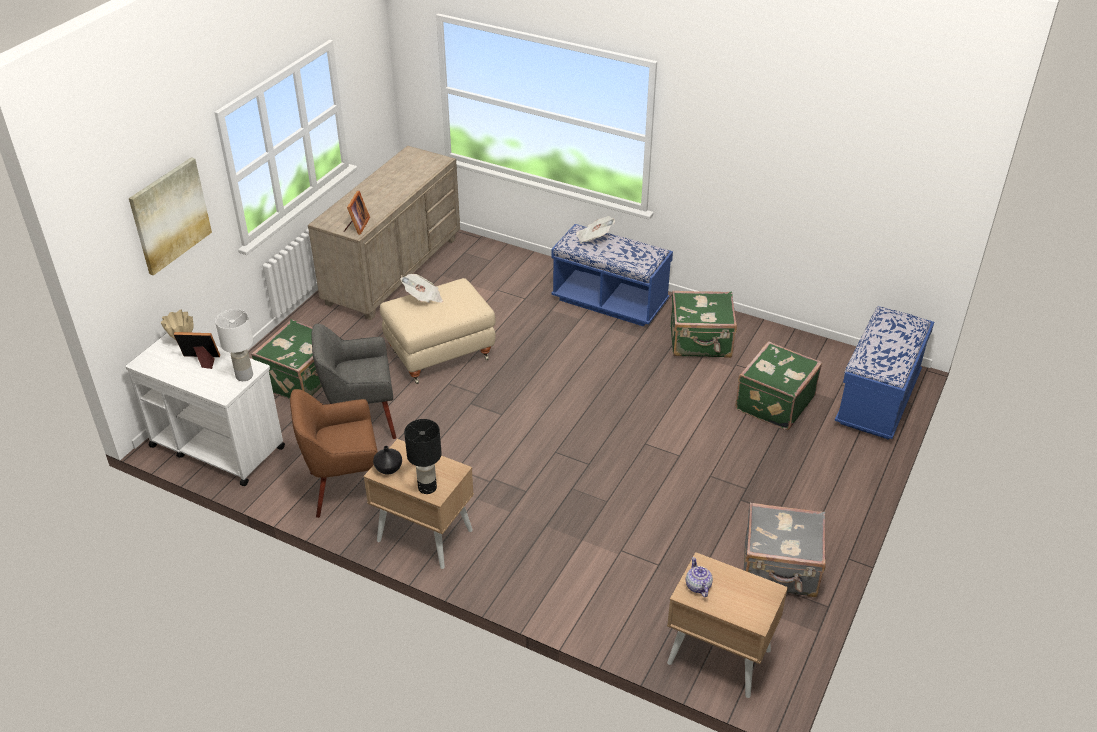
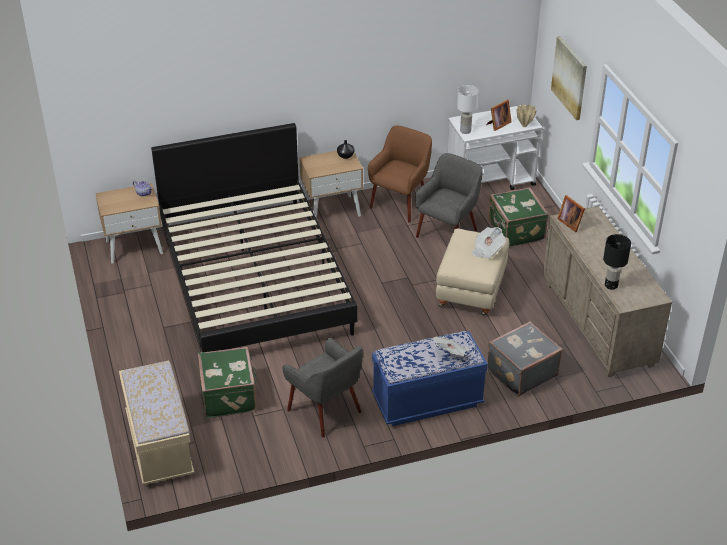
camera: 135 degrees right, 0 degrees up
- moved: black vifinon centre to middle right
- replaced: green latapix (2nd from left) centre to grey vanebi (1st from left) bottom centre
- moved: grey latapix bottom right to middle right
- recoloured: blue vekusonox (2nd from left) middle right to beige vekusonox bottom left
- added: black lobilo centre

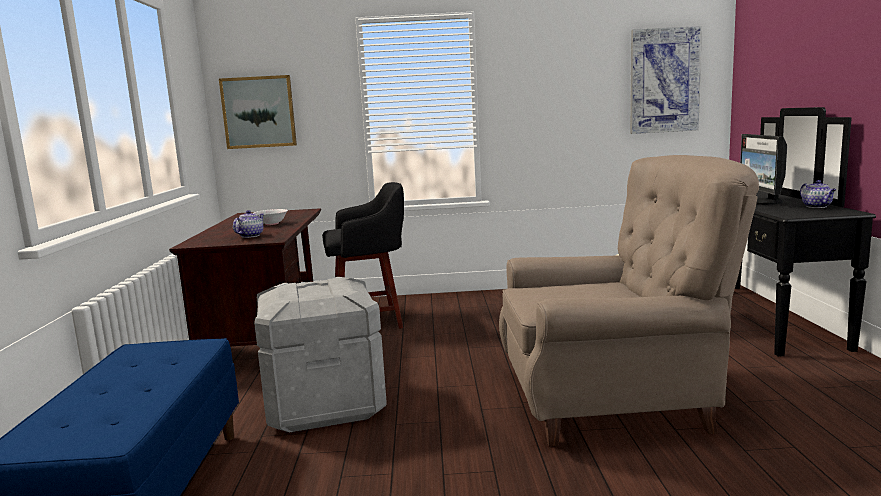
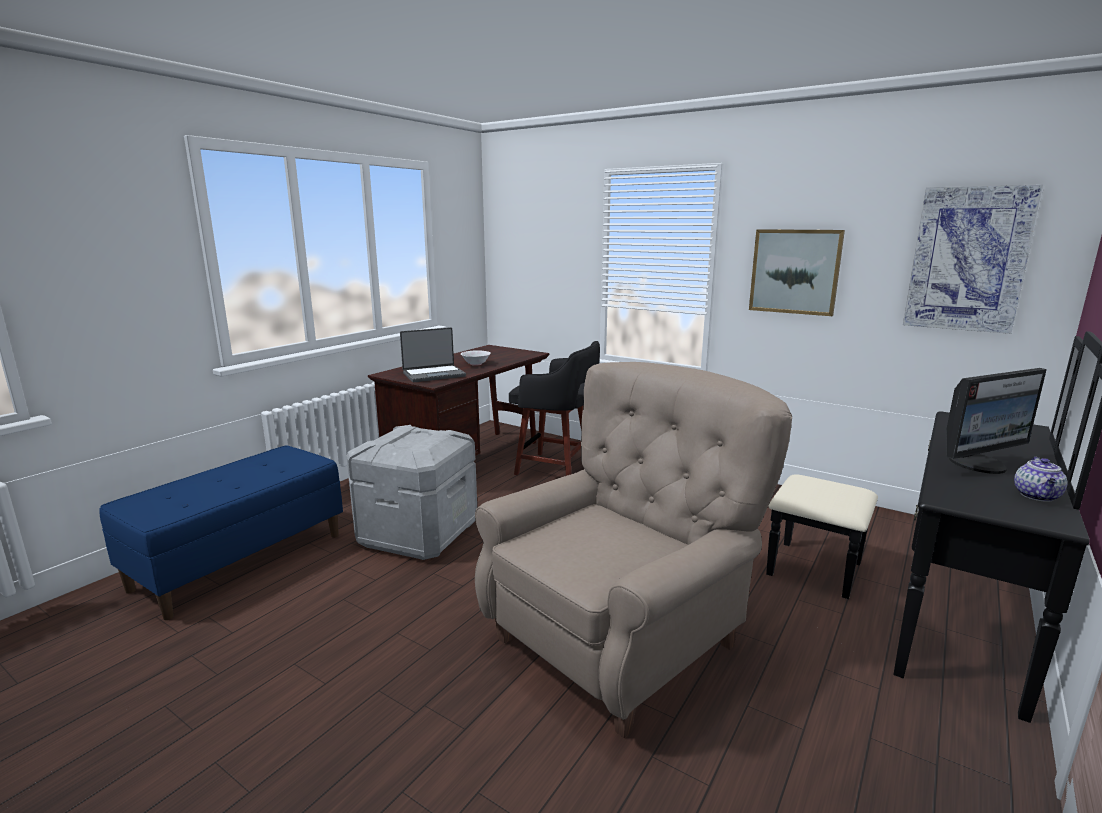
camera: 35 degrees right, 5 degrees up
- moved: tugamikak (1st from left) top left to middle right
- replaced: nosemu (1st from left) middle left to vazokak centre
- turned: beige vanebi middle right = bottom centre 75 degrees counterclockwise
- turned: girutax middle right = middle right 150 degrees counterclockwise

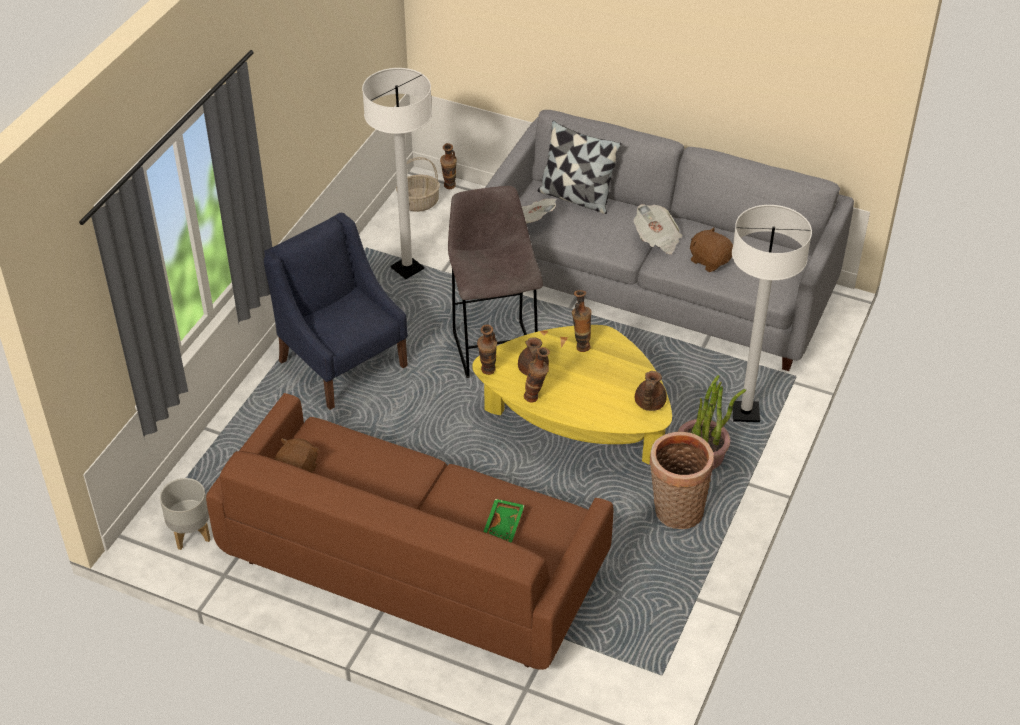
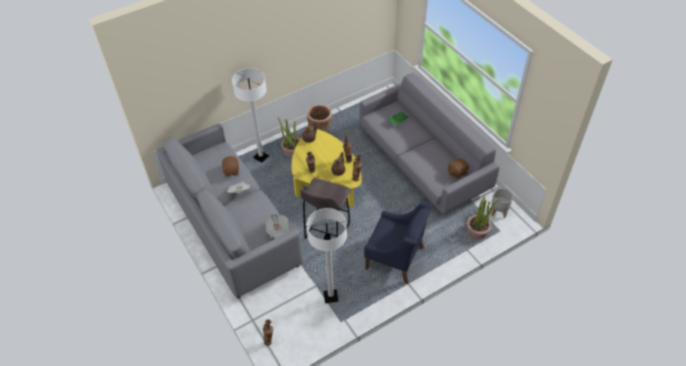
camera: 145 degrees left, 5 degrees up
- recoloured: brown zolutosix bottom centre to grey zolutosix (2nd from left) centre
- turned: blue vanebi middle left = centre 60 degrees counterclockwise
- removed: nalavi (1st from left) top centre
- removed: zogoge top centre
- added: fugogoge (2nd from left) middle right

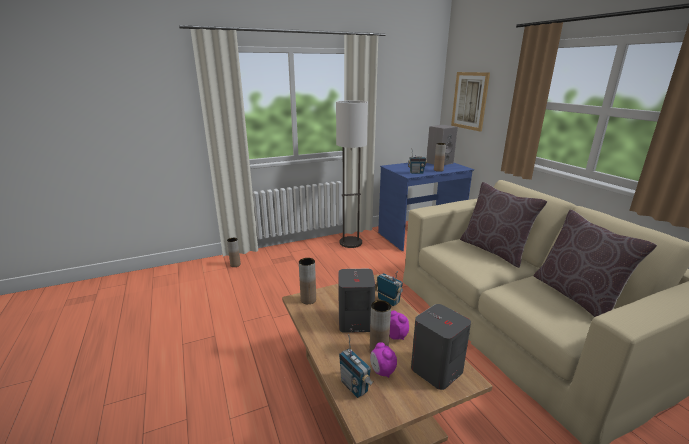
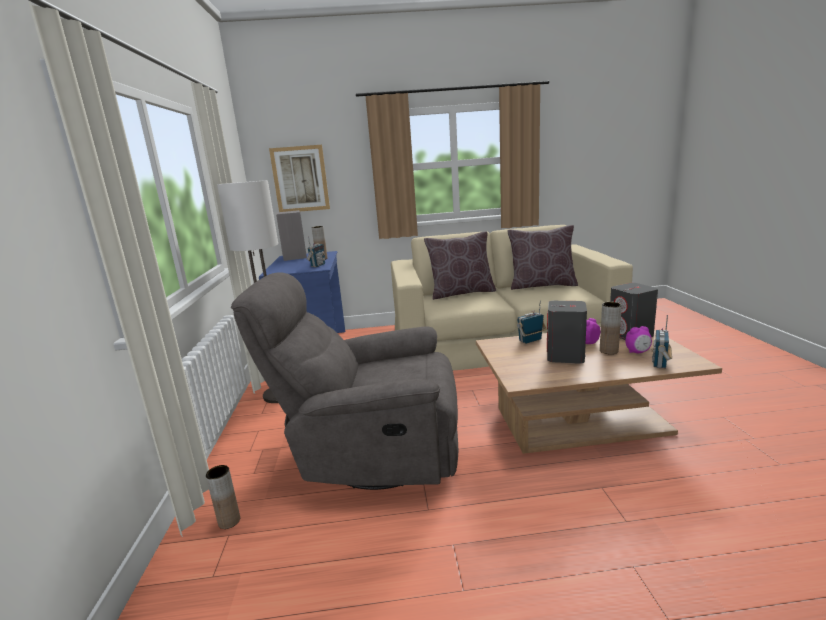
camera: 70 degrees left, 5 degrees down
- removed: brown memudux (2nd from left) centre
- turned: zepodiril (1st from left in the first image) bottom centre = middle right 135 degrees clockwise
- added: grey vanebi centre

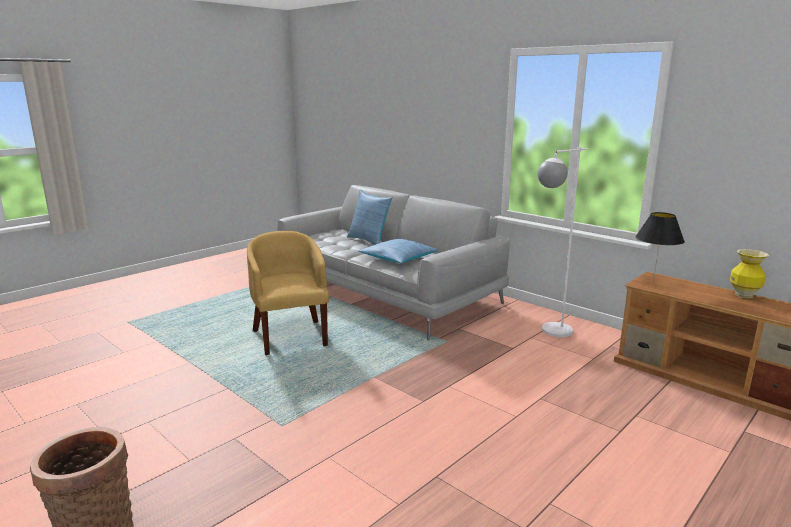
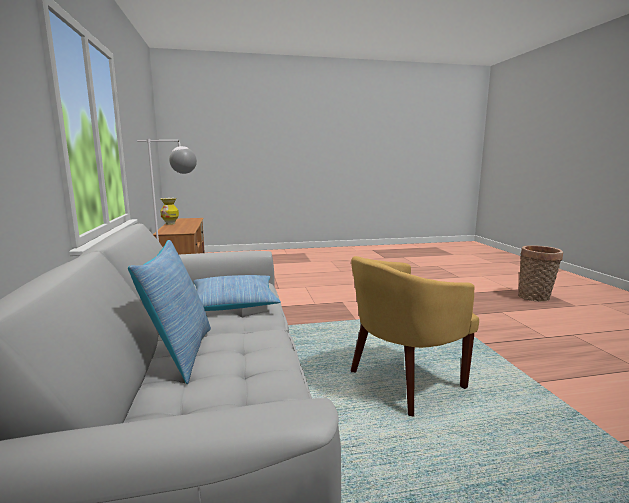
camera: 145 degrees left, 5 degrees down
- turned: yellow vanebi centre = bottom centre 45 degrees clockwise
- removed: black vifinon middle right

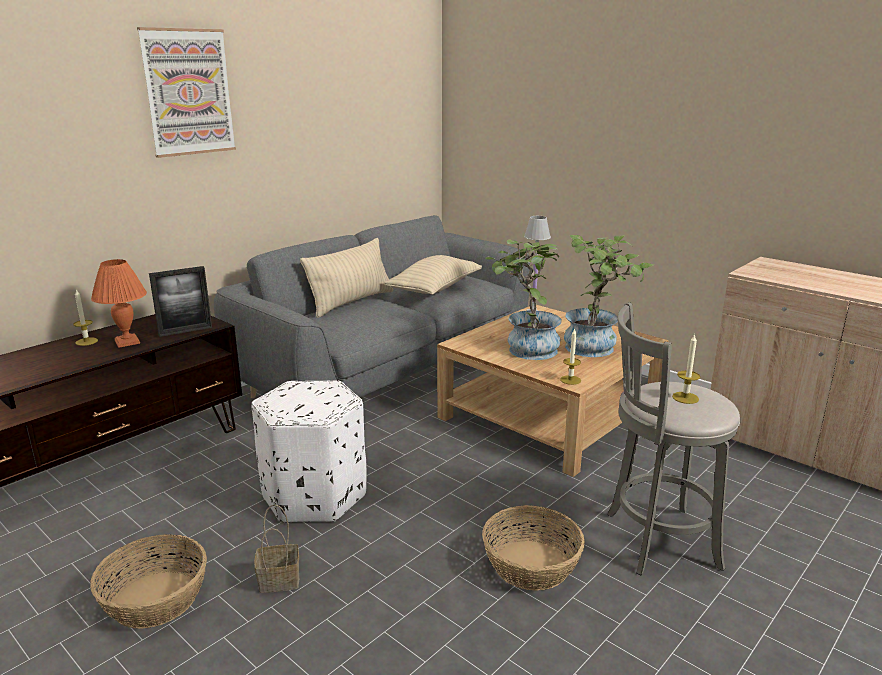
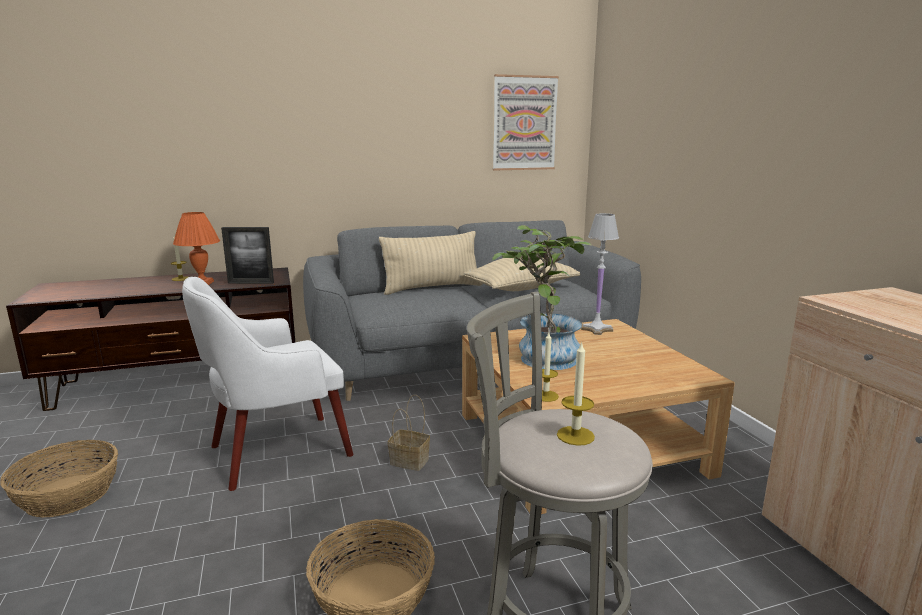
camera: 30 degrees right, 5 degrees down
- moved: tugamikak top left to top centre
- replaced: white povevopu bottom centre to white vanebi middle left
- moved: nalavi (2nd from left in the first image) bottom left to nalavi (3rd from left) bottom centre
- removed: fugogoge (2nd from left) middle right

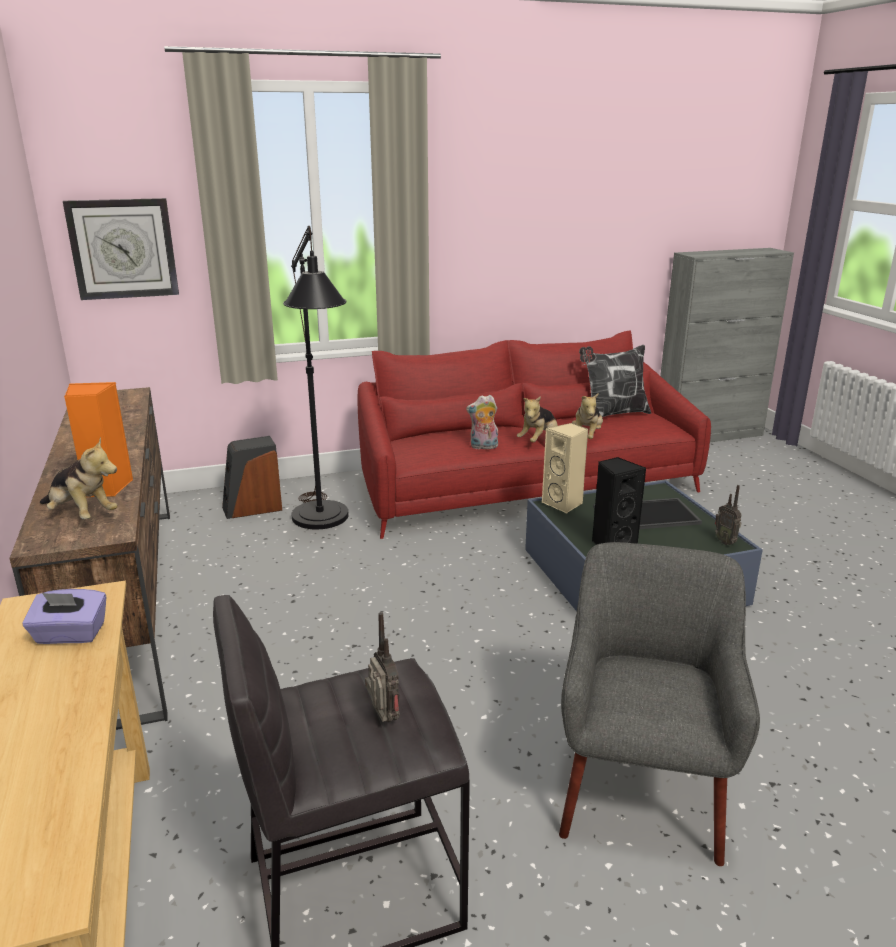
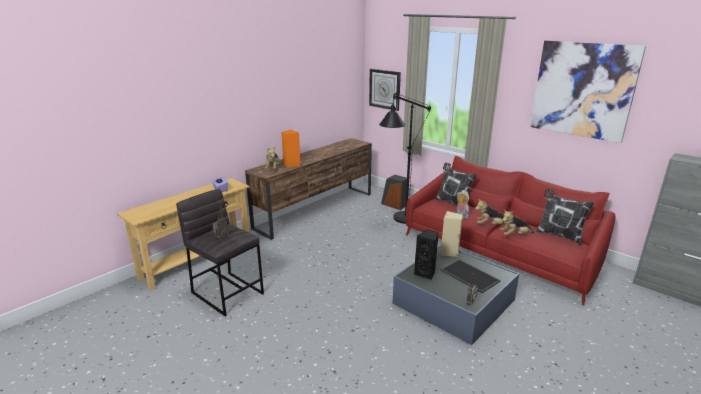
camera: 60 degrees right, 0 degrees up
- removed: grey vanebi bottom right
- added: zogoge (1st from left) centre
- added: tugamikak top right

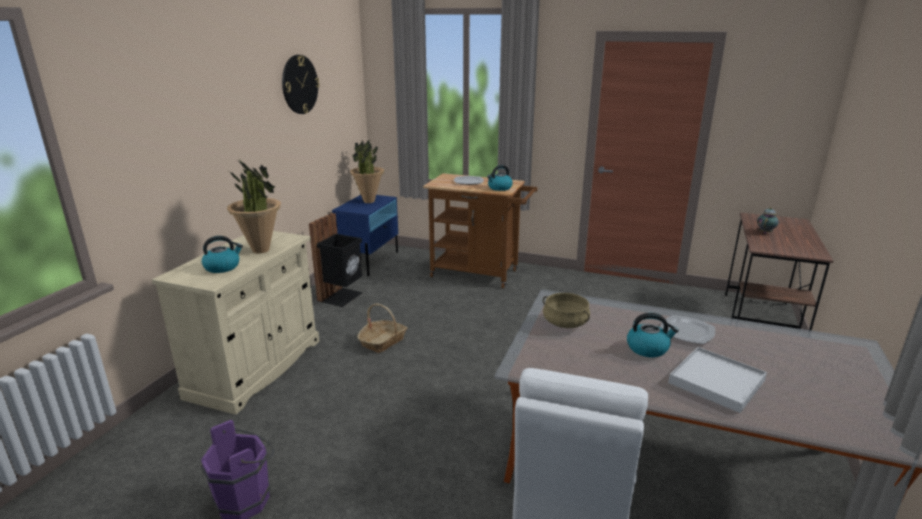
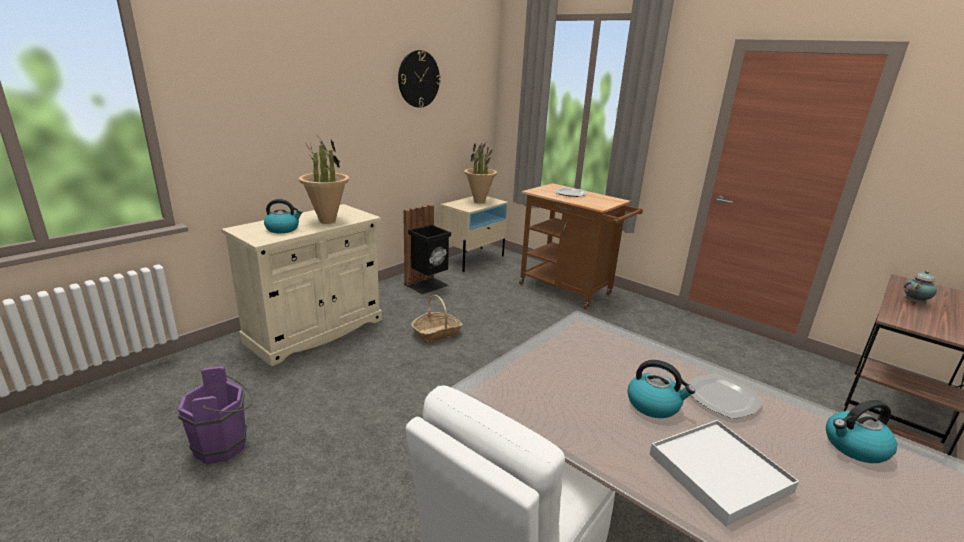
camera: 20 degrees right, 0 degrees up
- recoloured: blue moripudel centre to beige moripudel centre
- moved: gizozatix (2nd from left in the first image) centre to gizozatix (3rd from left) bottom right
- removed: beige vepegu centre

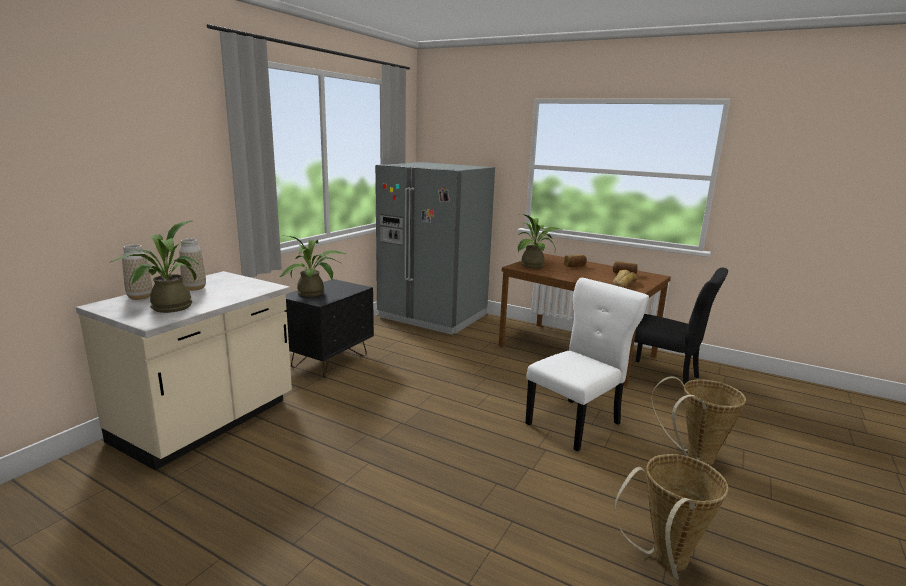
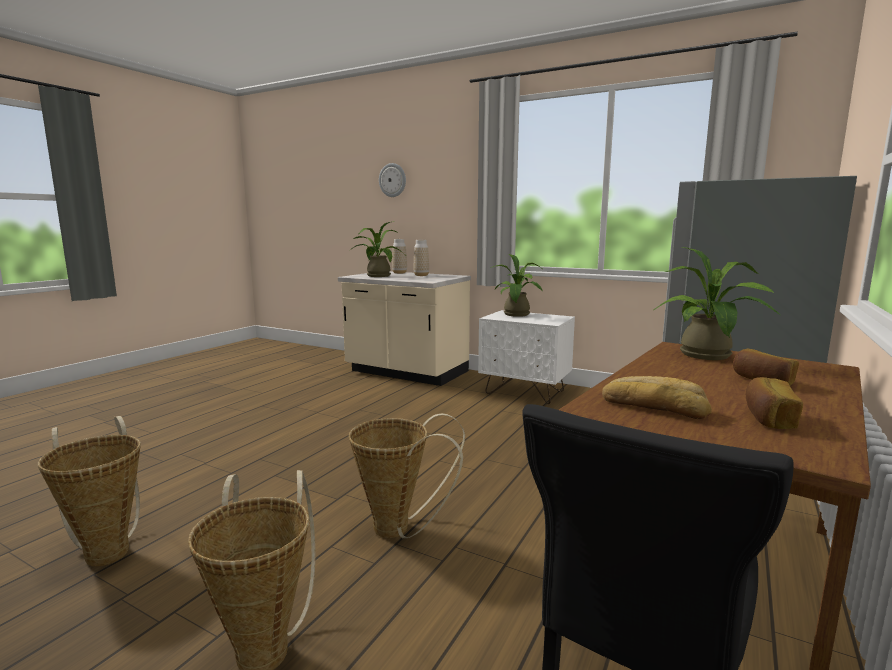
camera: 90 degrees right, 5 degrees down
- recoloured: black moripudel centre to white moripudel centre
- replaced: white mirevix centre to nalavi (3rd from left) bottom centre
- added: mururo top centre

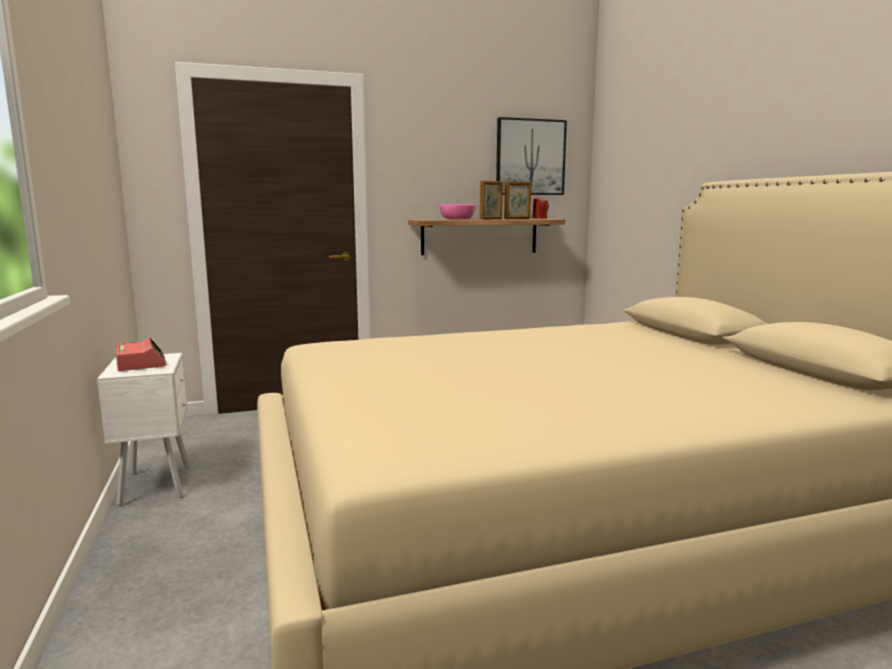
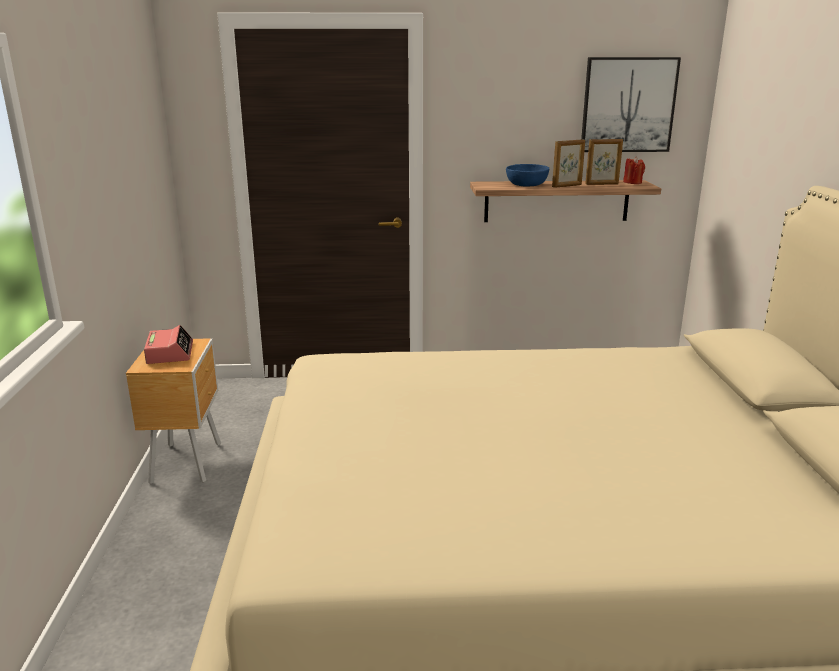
camera: 15 degrees right, 10 degrees up
- recoloured: white moripudel middle left to brown moripudel middle left
- recoloured: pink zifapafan top centre to blue zifapafan top centre

